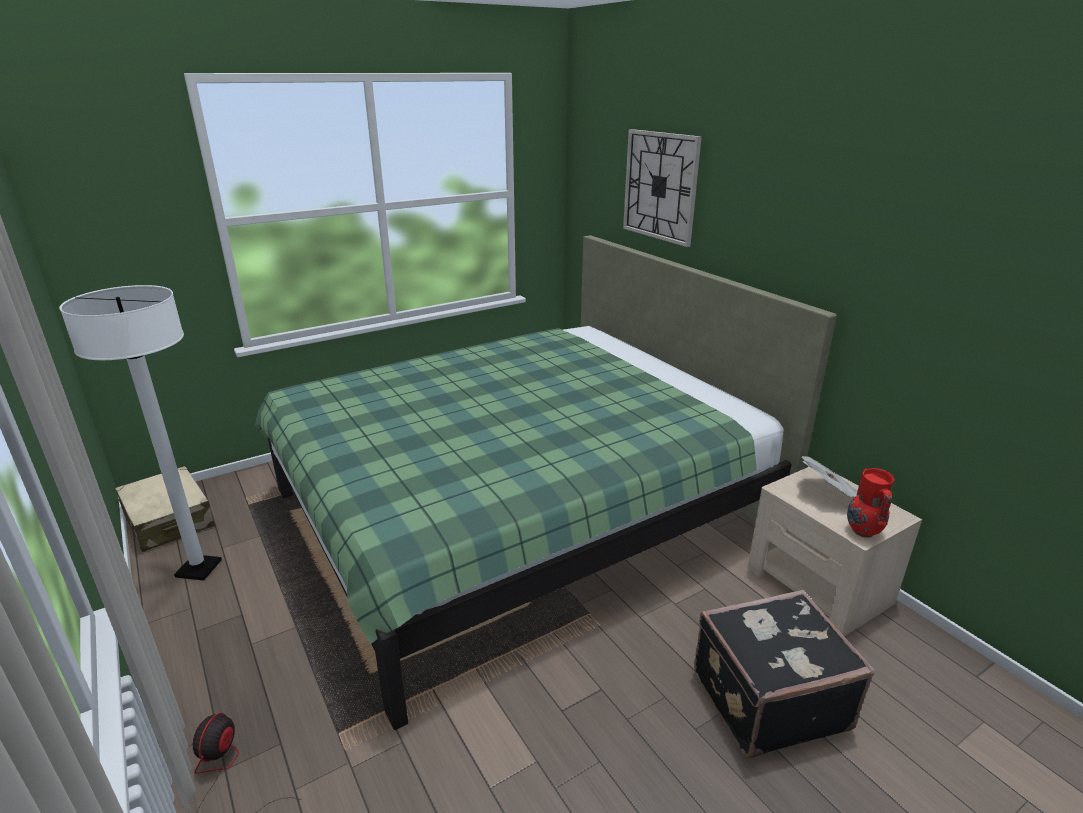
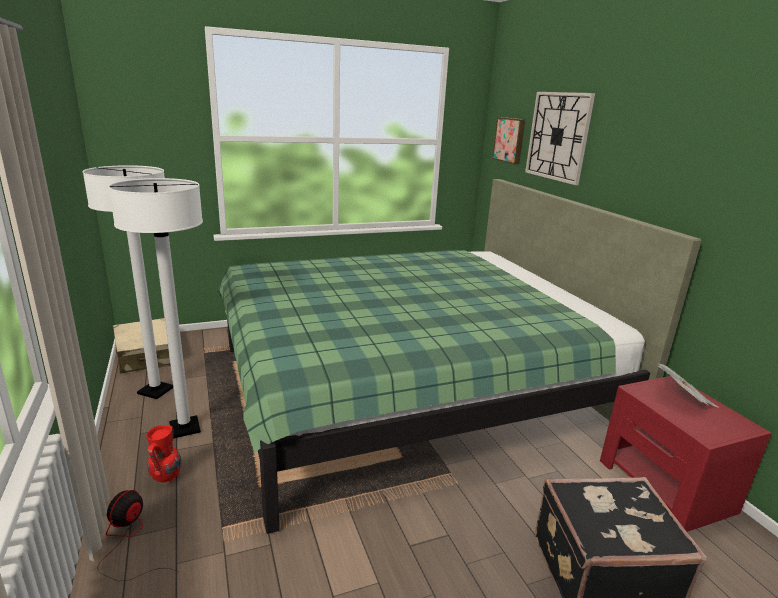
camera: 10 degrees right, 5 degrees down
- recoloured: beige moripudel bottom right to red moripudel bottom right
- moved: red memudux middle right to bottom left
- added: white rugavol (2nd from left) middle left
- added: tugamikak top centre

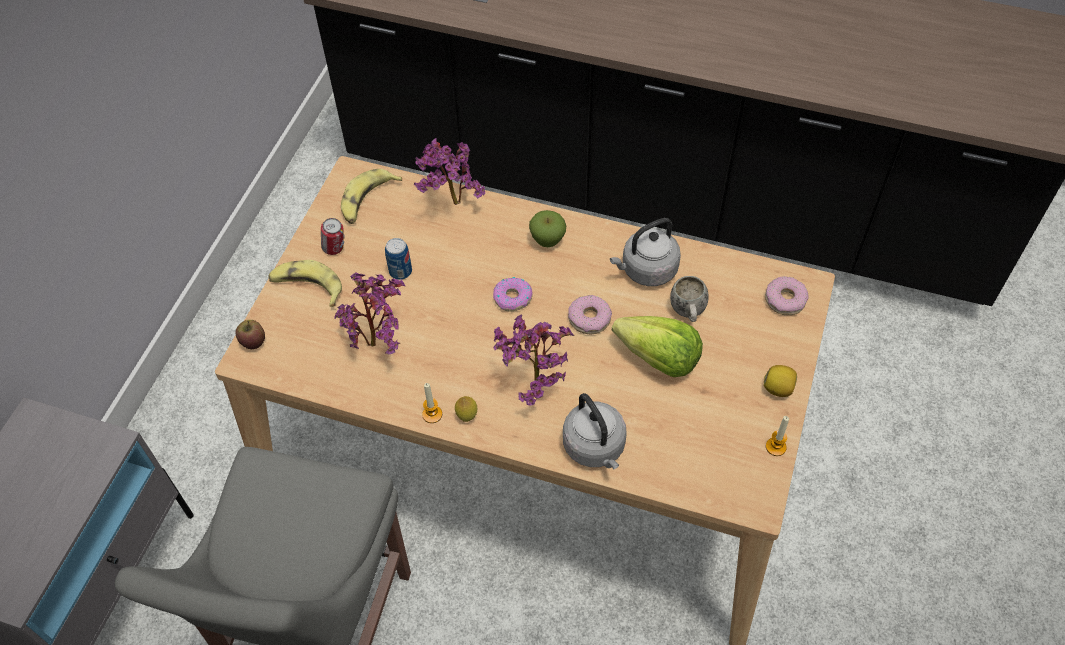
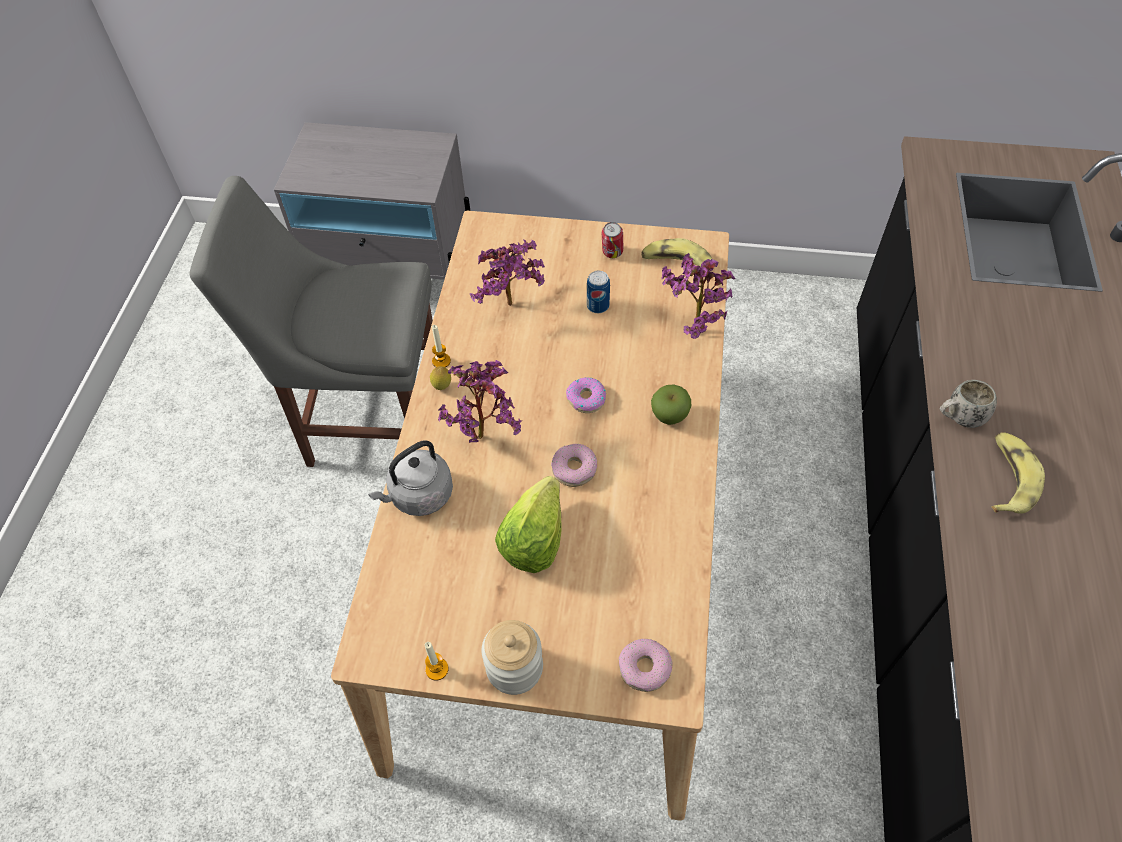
camera: 80 degrees right, 0 degrees up
- removed: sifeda (1st from left) middle left
- moved: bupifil (1st from left in the first image) middle left to bupifil (2nd from left) middle right
- removed: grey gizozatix (2nd from left) centre
- moved: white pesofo centre to middle right
- replaced: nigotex (2nd from left) middle right to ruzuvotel bottom centre

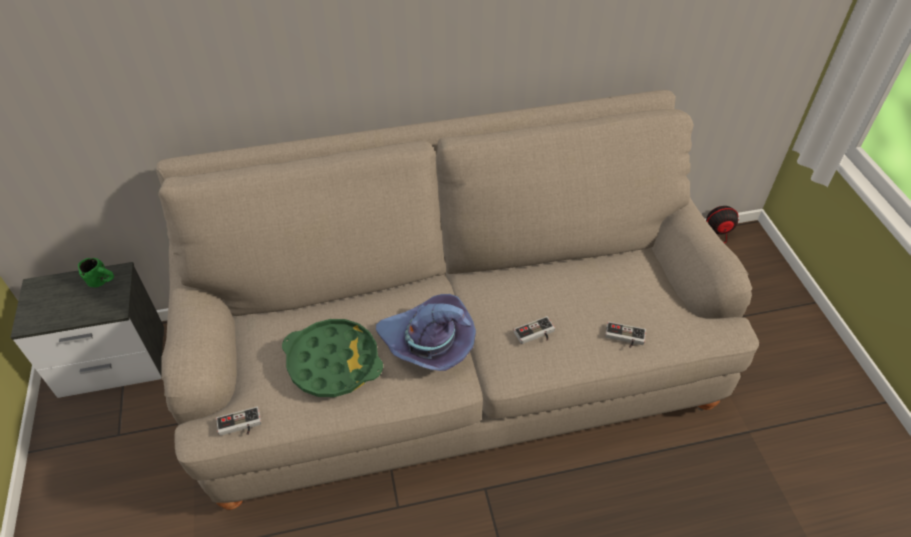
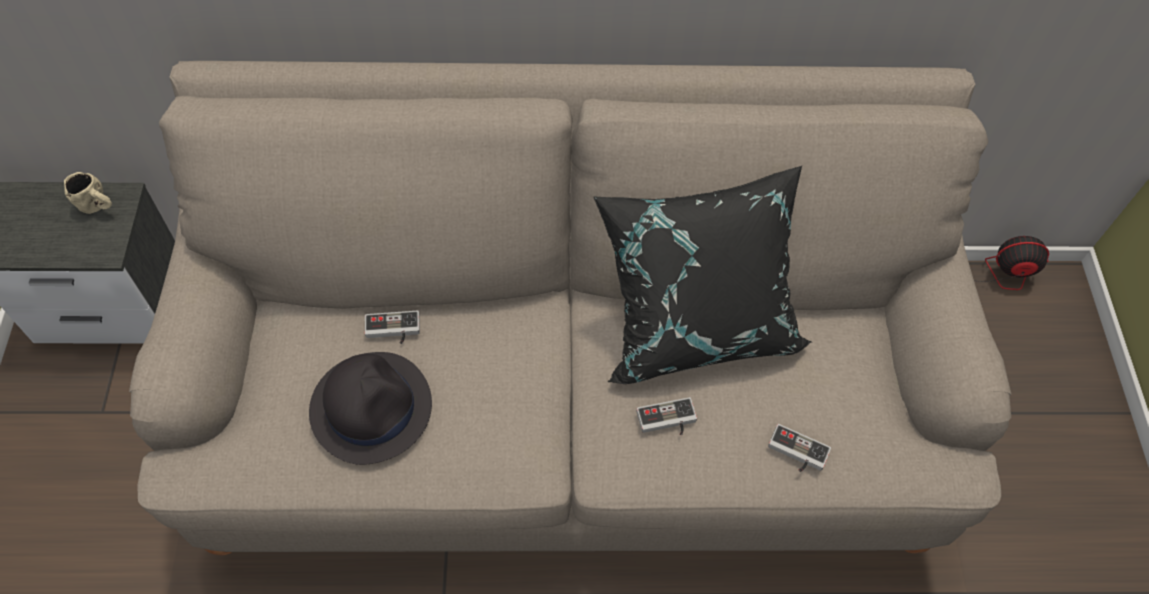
camera: 10 degrees right, 10 degrees up
- recoloured: green pesofo middle left to beige pesofo top left
- moved: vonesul (1st from left) bottom left to centre
- replaced: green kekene bottom centre to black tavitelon bottom left
- removed: purple tavitelon centre
- added: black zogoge centre

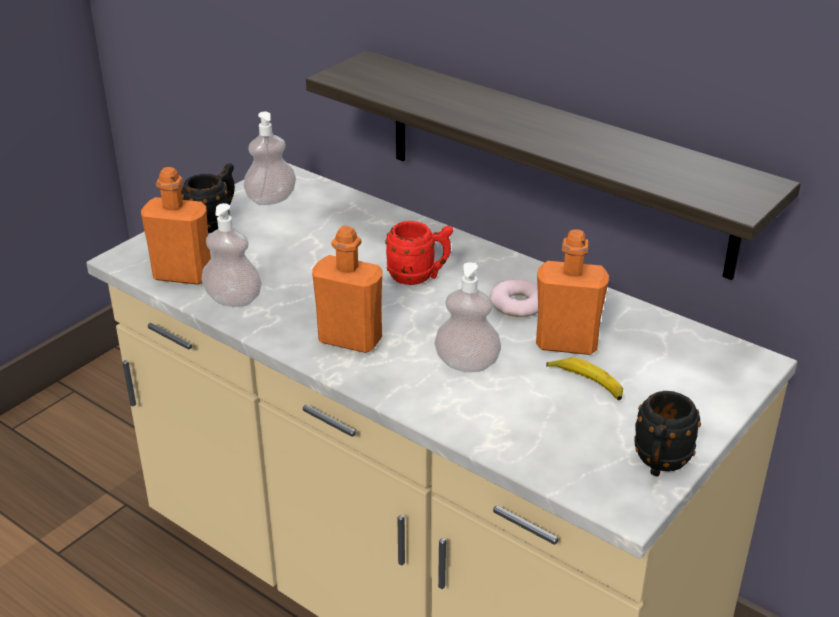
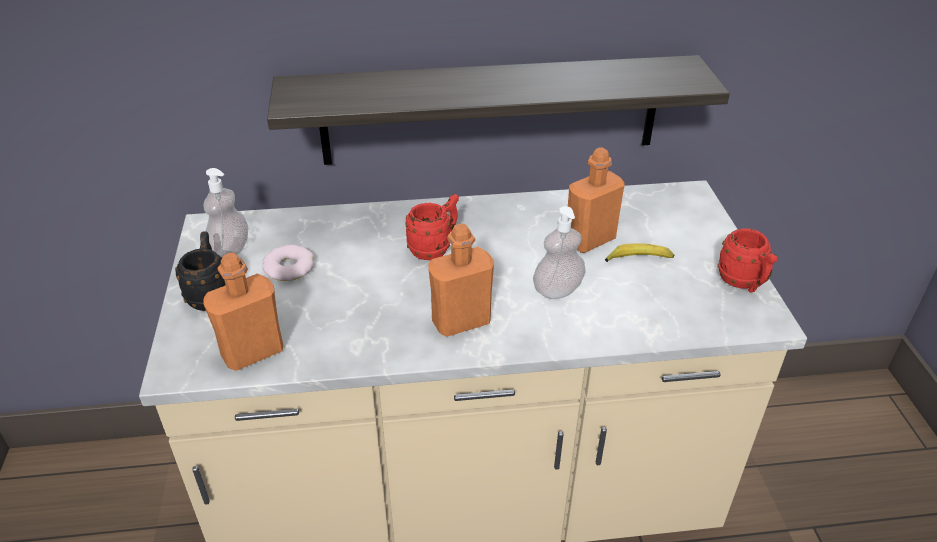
camera: 45 degrees left, 5 degrees up
- removed: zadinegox (1st from left) middle left
- moved: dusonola centre to middle left
- recoloured: black pesofo (2nd from left) bottom right to red pesofo (2nd from left) middle right

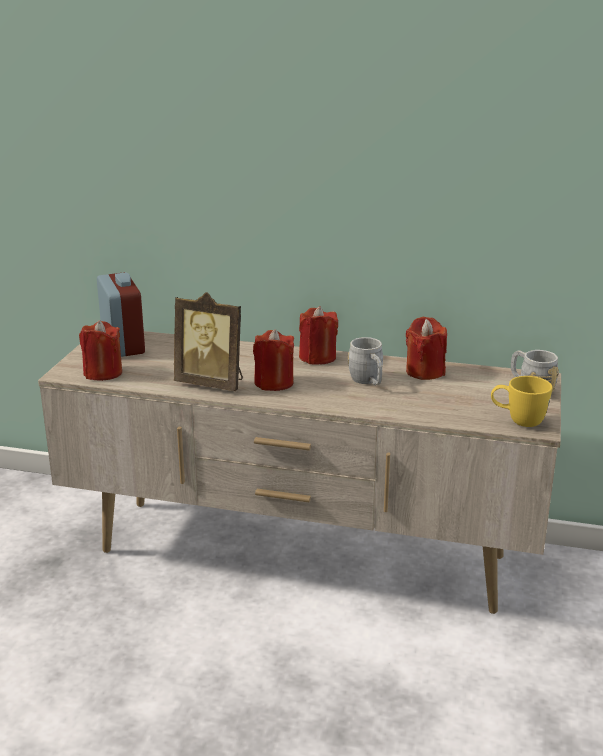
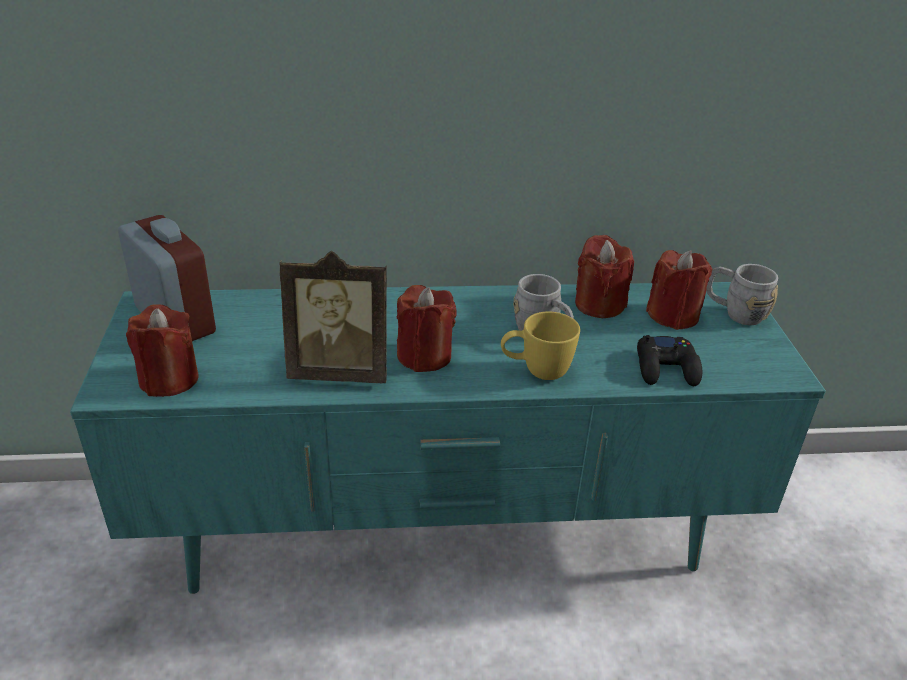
camera: 20 degrees left, 10 degrees up
- recoloured: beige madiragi centre to turquoise madiragi centre
- moved: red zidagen (3rd from left in the first image) centre to red zidagen (4th from left) middle right
- moved: yellow pesofo middle right to centre
- added: black vonesul middle right

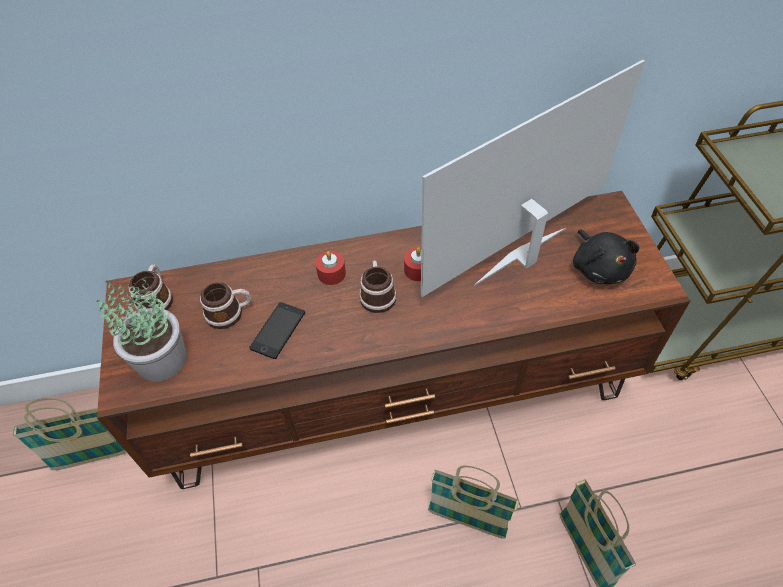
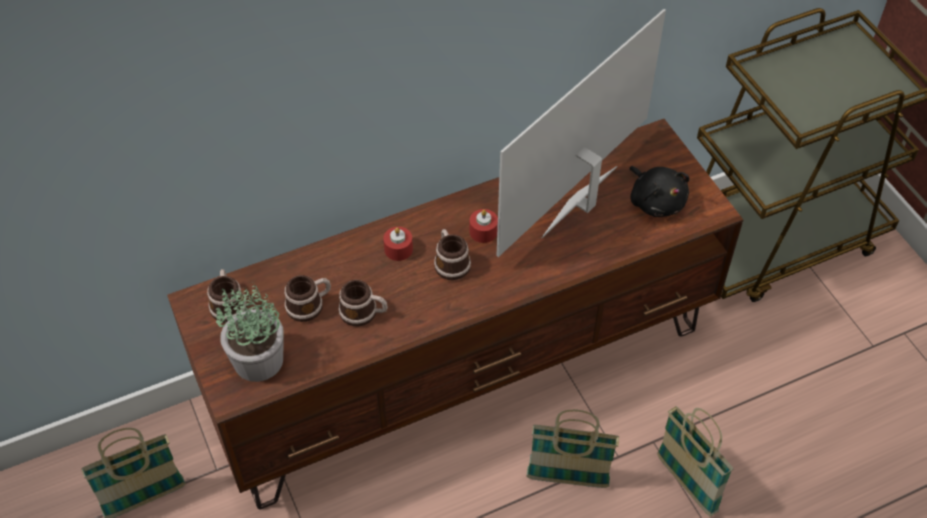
camera: 15 degrees left, 0 degrees up
- replaced: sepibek centre to pesofo (3rd from left) centre

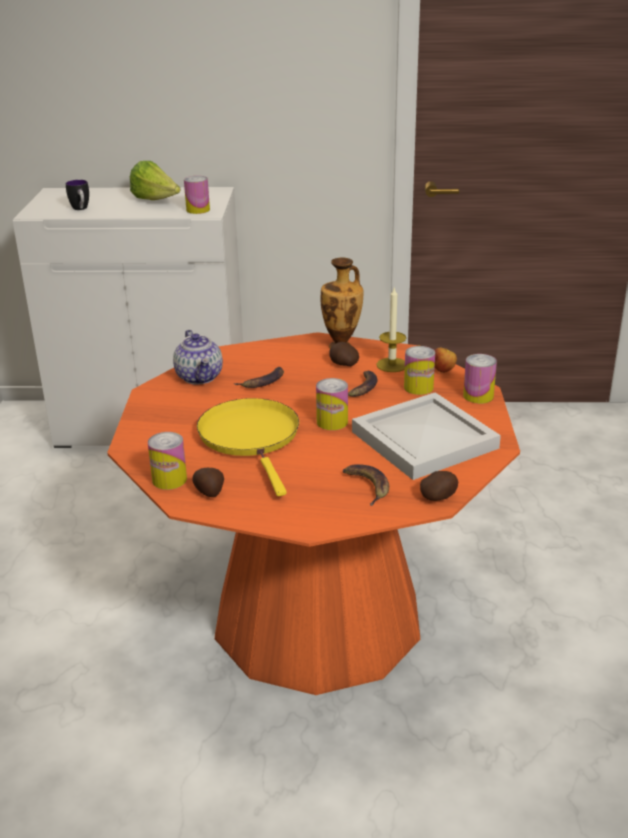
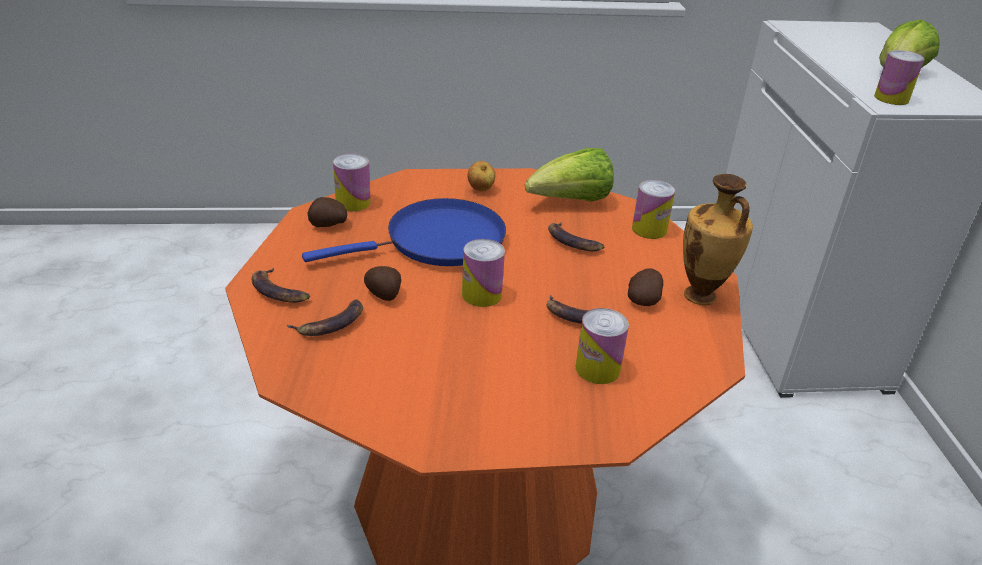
camera: 80 degrees right, 5 degrees up
- removed: pesofo top left
- replaced: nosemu middle left to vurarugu (1st from left) top centre
- recoloured: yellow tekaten centre to blue tekaten centre
- removed: white kekene middle right
- removed: zidagen centre
- moved: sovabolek (3rd from left in the first image) middle right to sovabolek (2nd from left) centre
- moved: sifeda middle right to top centre
- moved: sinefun (5th from left in the first image) middle right to sinefun (4th from left) centre
- added: bupifil (1st from left) middle left

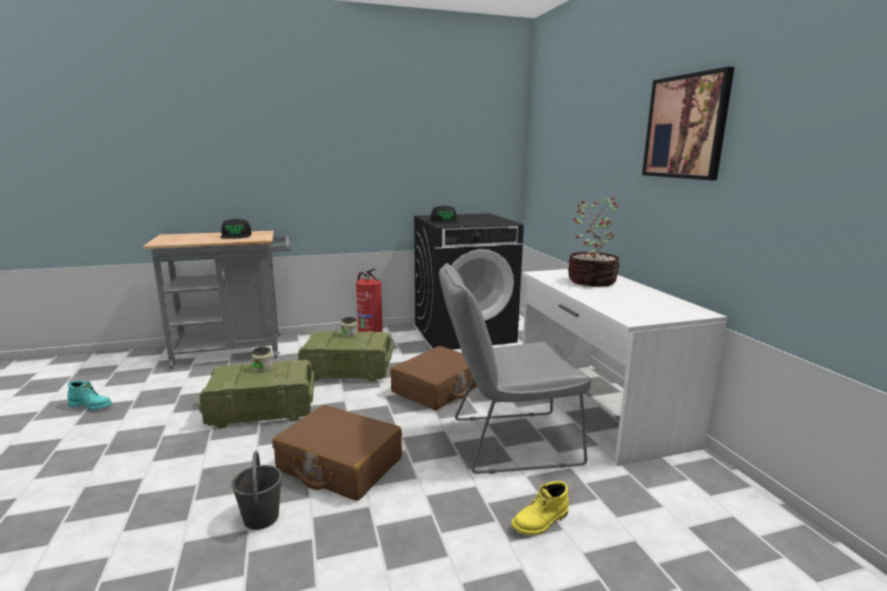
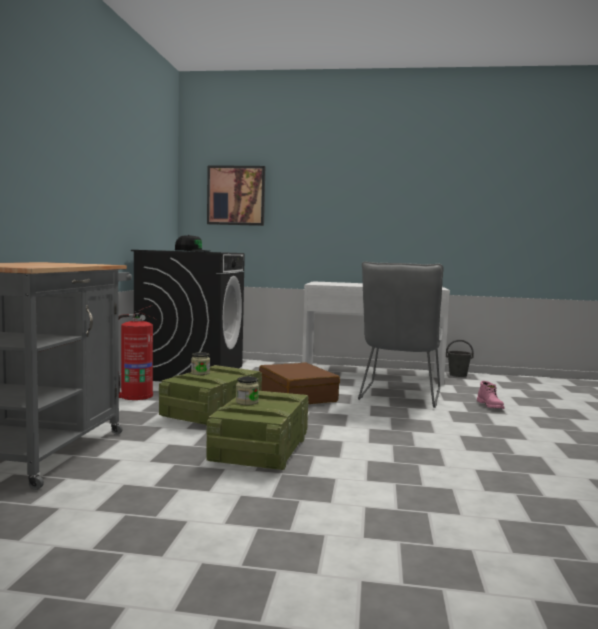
camera: 65 degrees left, 10 degrees down
- removed: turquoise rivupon bottom left
- removed: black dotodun (1st from left) middle left
- moved: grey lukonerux bottom left to middle right
- removed: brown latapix (1st from left) bottom centre
- recoloured: yellow rivupon bottom centre to pink rivupon middle right
- removed: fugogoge middle right
- moved: tugamikak top right to top centre

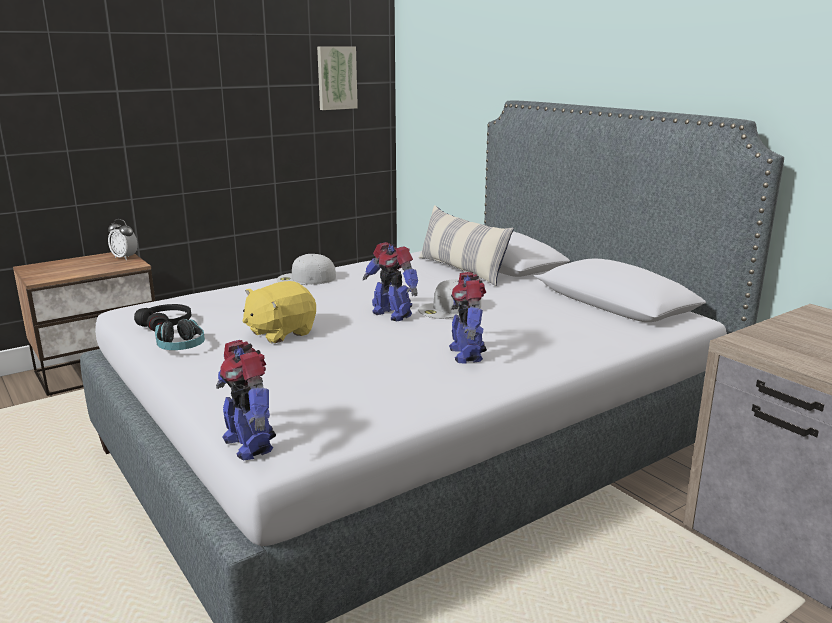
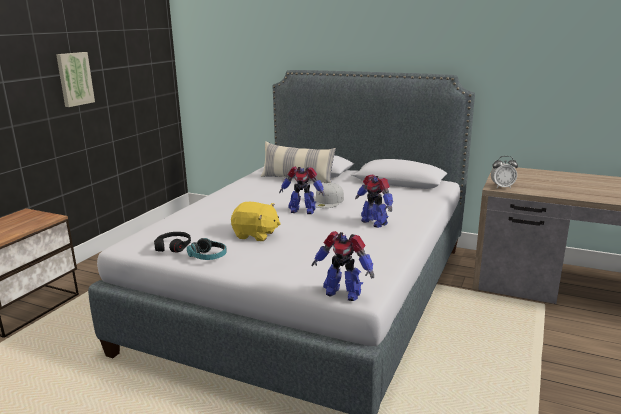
camera: 30 degrees left, 0 degrees up
- moved: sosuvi middle left to middle right
- turned: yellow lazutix centre = centre 90 degrees counterclockwise
- removed: white dotodun (1st from left) centre
- moved: tugamikak top centre to top left

